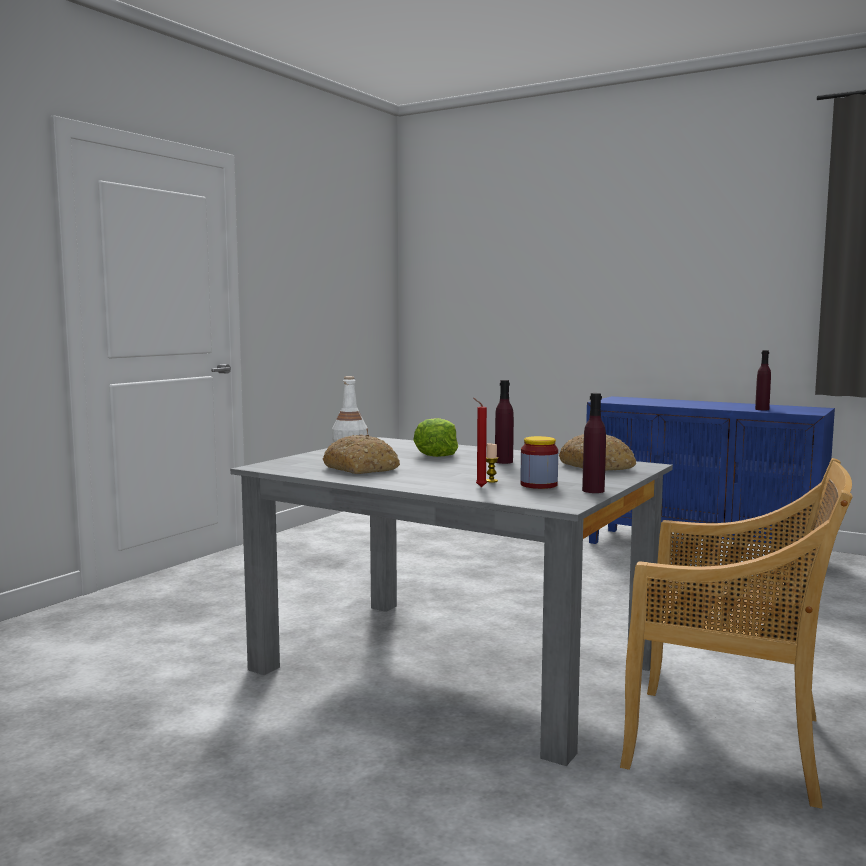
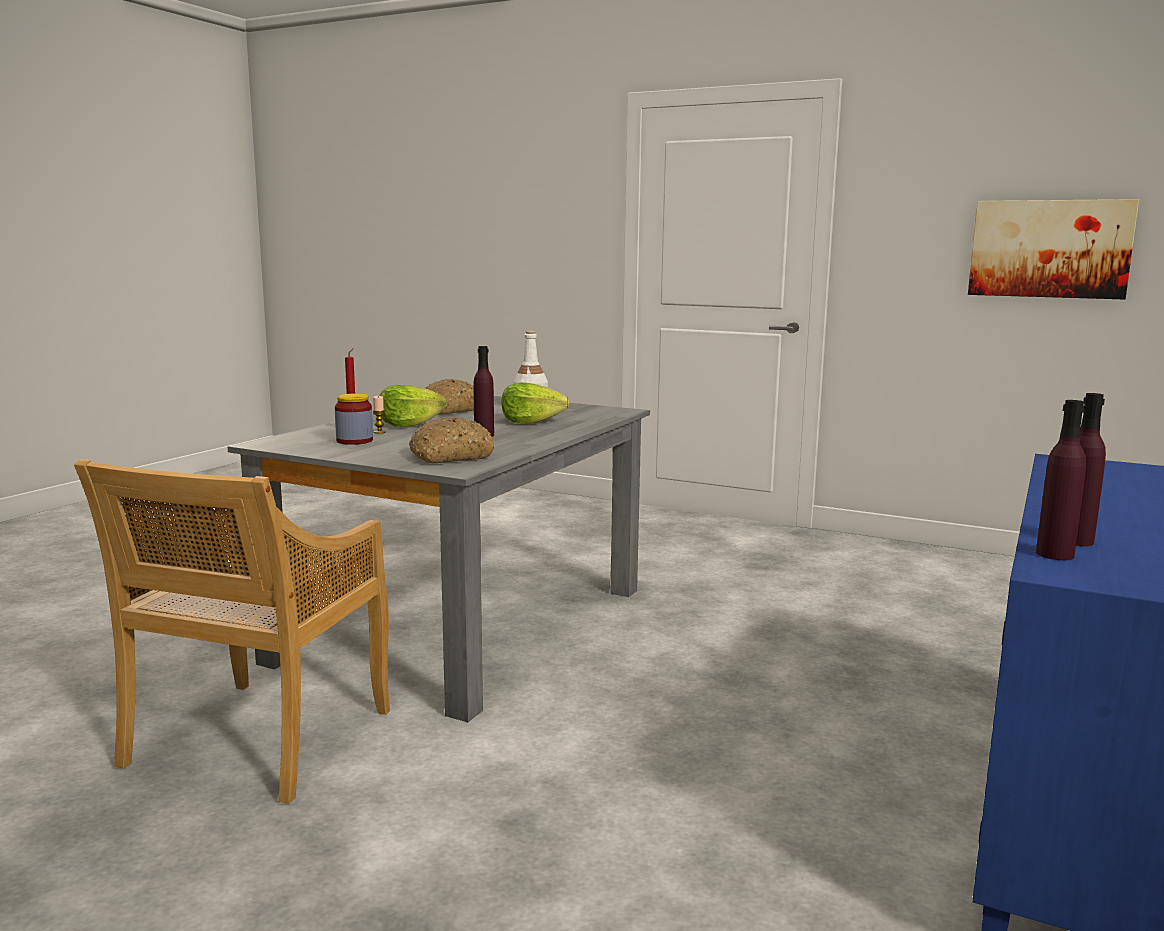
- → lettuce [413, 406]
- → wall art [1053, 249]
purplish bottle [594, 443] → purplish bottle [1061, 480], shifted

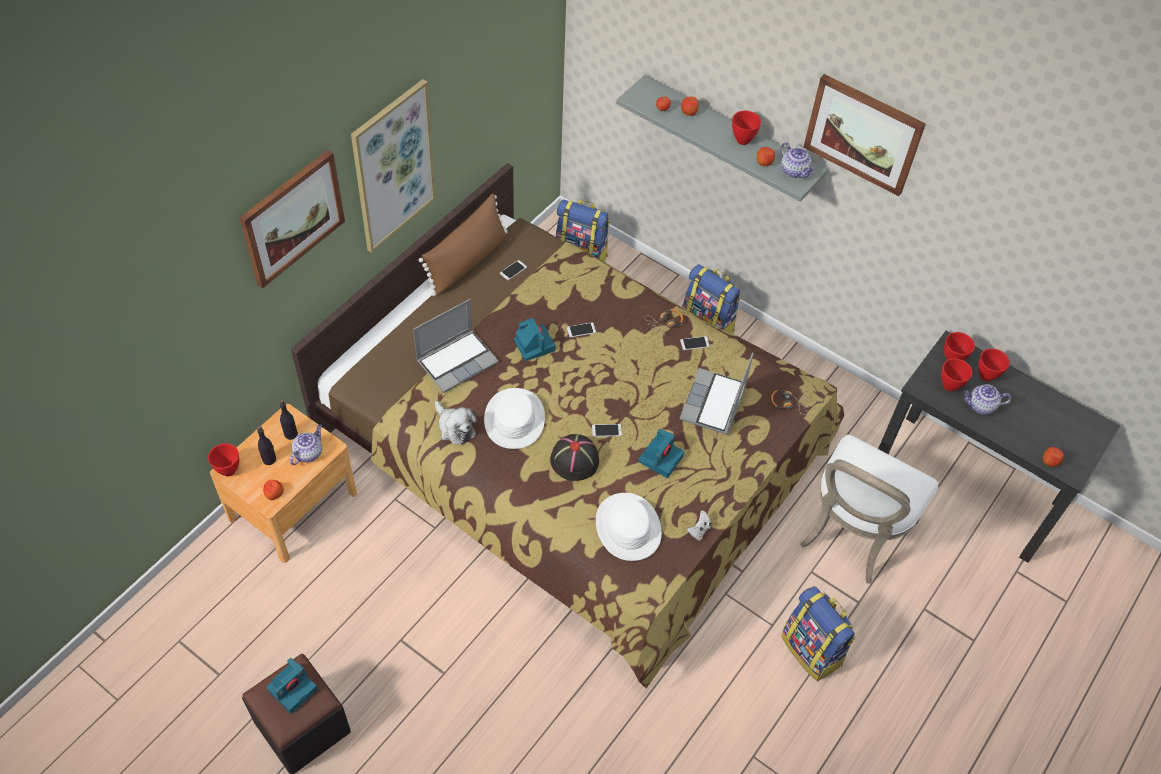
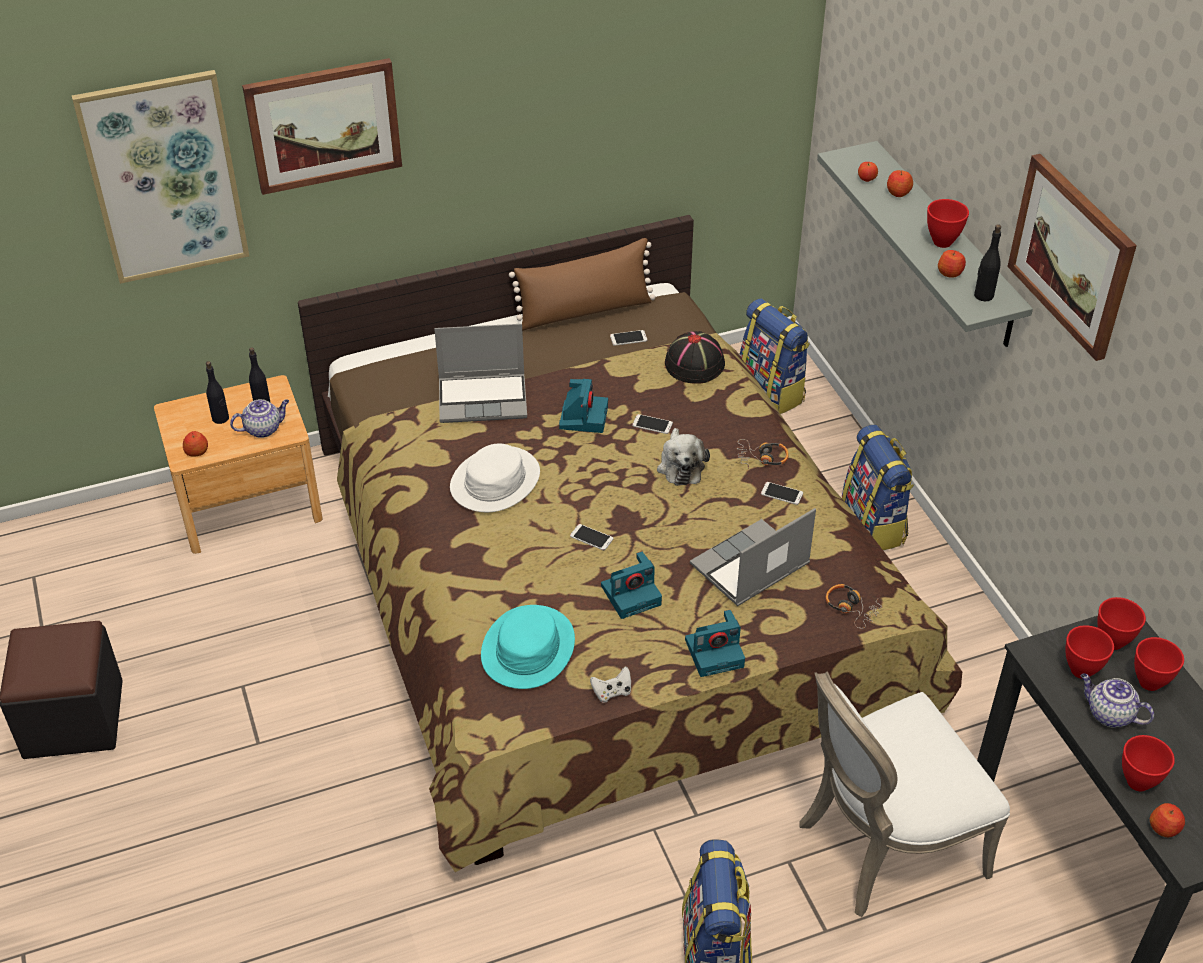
wall art [393, 166] → wall art [160, 177], shifted
whitish hat [629, 527] → turquoise hat [528, 647]
cuddly toy [455, 423] → cuddly toy [683, 457], shifted
blackish hat [574, 457] → blackish hat [695, 357], shifted
photo camera [292, 686] → photo camera [715, 643], shifted
teapot [797, 160] → blackish bottle [987, 263]
red bowl [223, 459] → red bowl [1148, 763], shifted

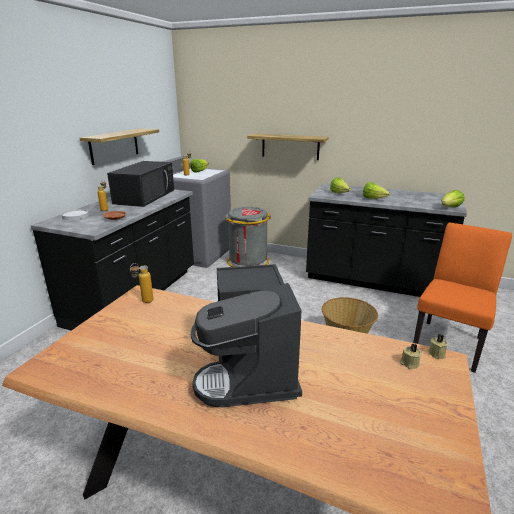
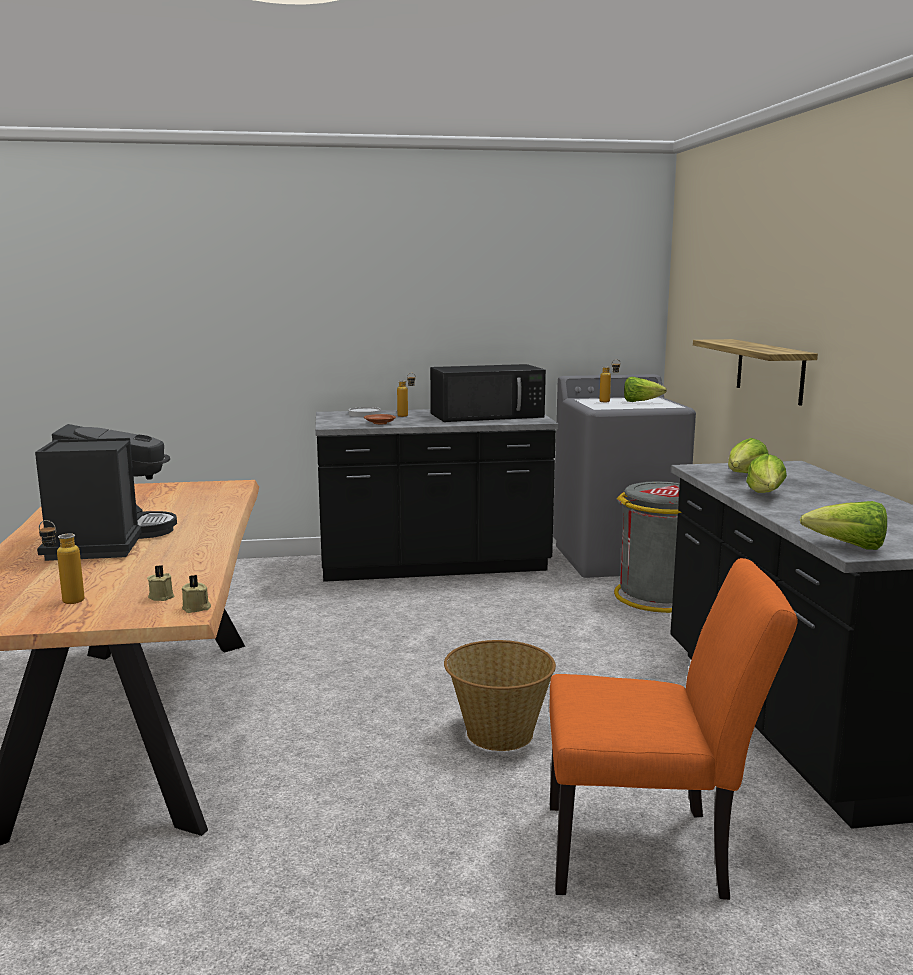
coffee machine [246, 336] → coffee machine [106, 492], 120 degrees clockwise
bottle [141, 283] → bottle [62, 562], shifted
wall shelf [119, 146] → -

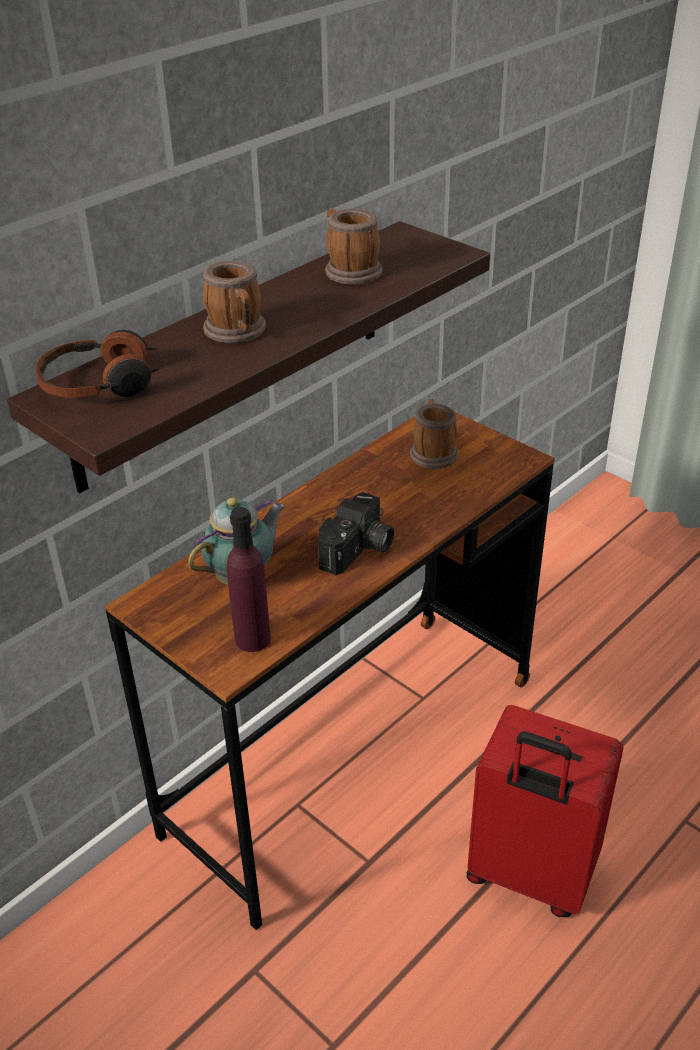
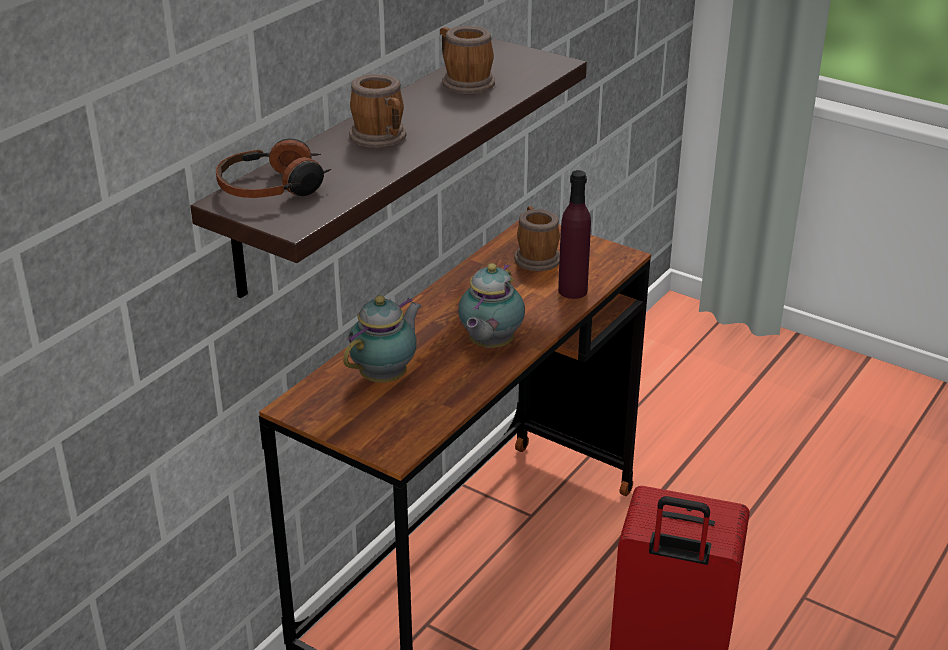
photo camera [356, 533] → teapot [491, 306]
purplish bottle [249, 579] → purplish bottle [574, 234], shifted

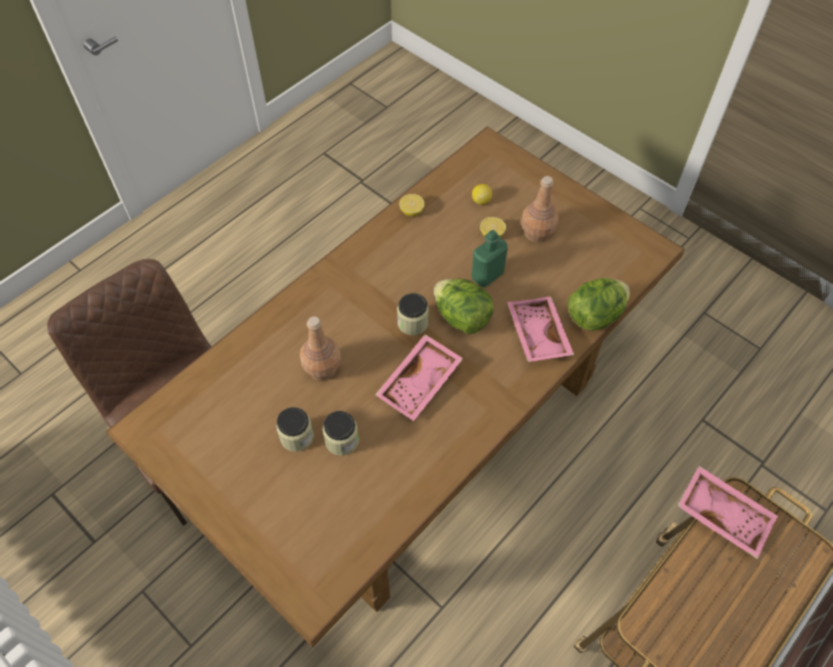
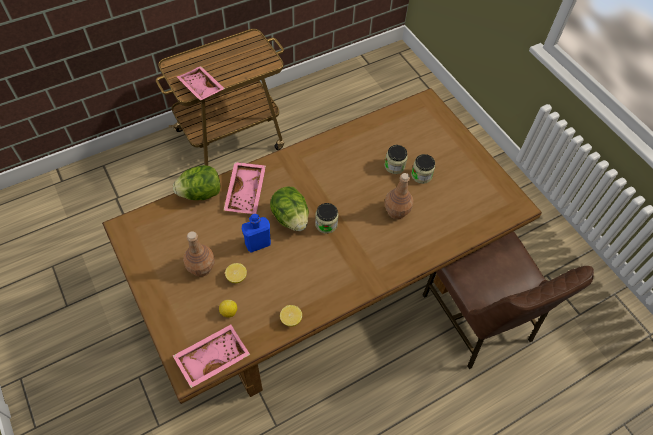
pinkish carrying tray [419, 377] → pinkish carrying tray [211, 356], shifted
greenish bottle [489, 258] → blue bottle [256, 233]

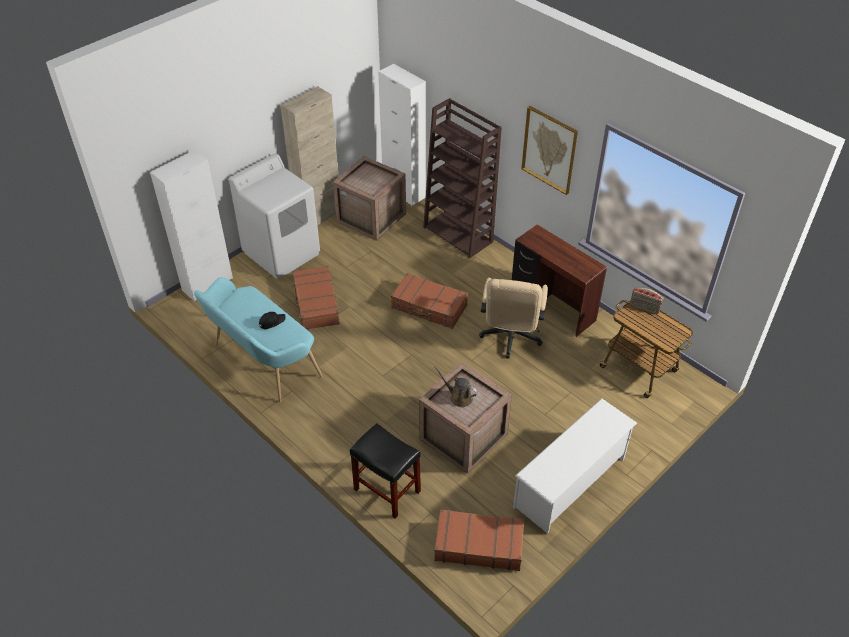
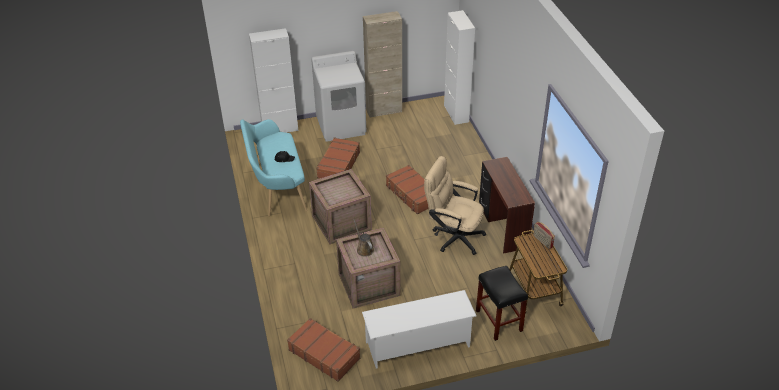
crate [369, 198] → crate [340, 206], shifted
beige-coloured computer chair [513, 318] → beige-coloured computer chair [455, 205], 75 degrees clockwise
blackish sitting stool [385, 471] → blackish sitting stool [502, 303], shifted
brown bookcase [462, 178] → -
wall art [549, 150] → -

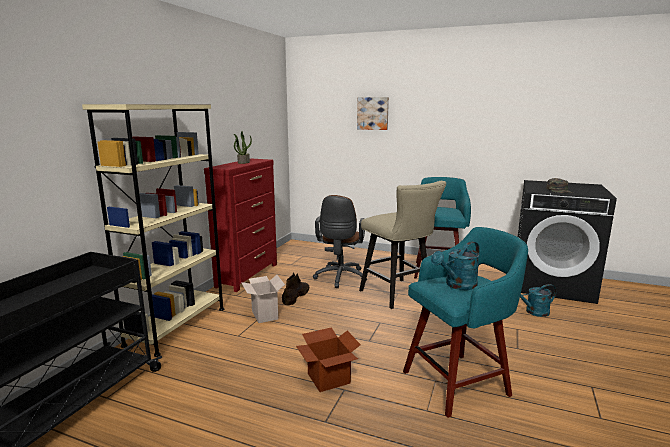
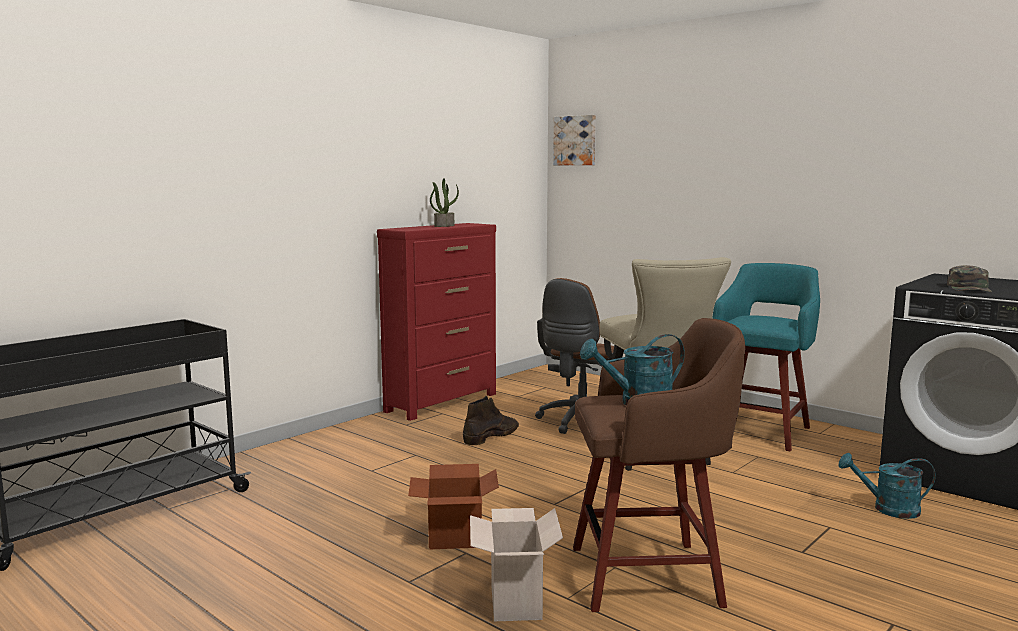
carton [263, 299] → carton [516, 564], shifted
wall art [373, 113] → wall art [574, 140], shifted
turquoise sitting stool [465, 322] → brown sitting stool [659, 465]
beige-coloured bookcase [153, 230] → -

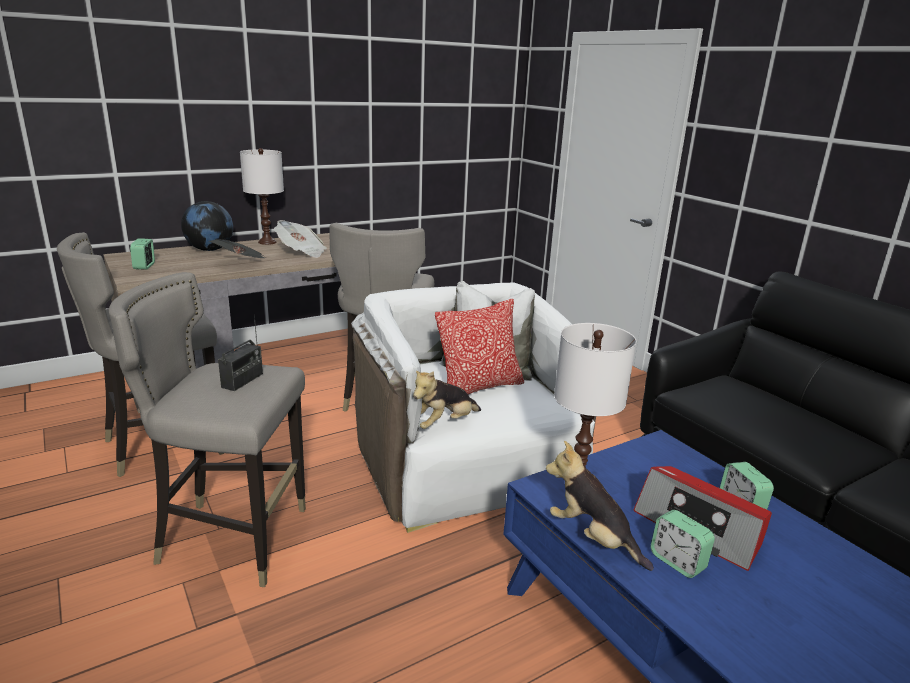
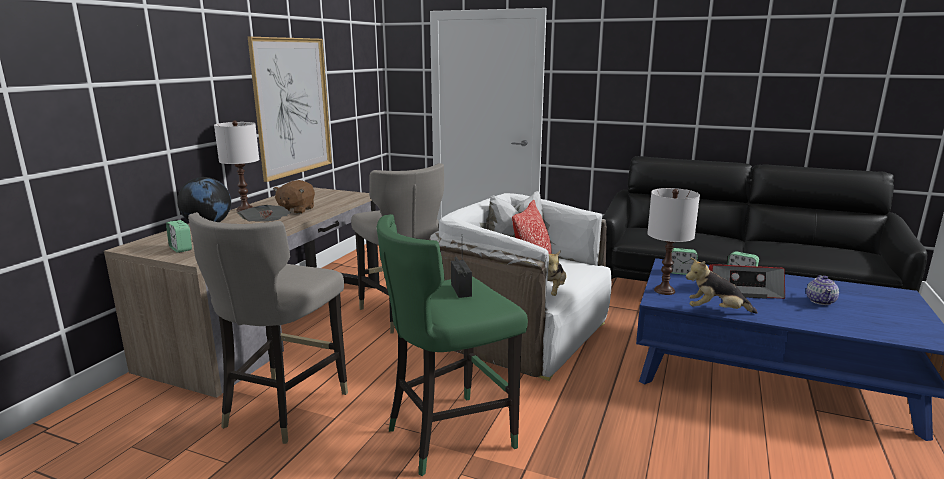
- → wall art [290, 109]
daily paper [300, 239] → brown cuddly toy [294, 197]
greyish sitting stool [207, 429] → greenish sitting stool [452, 345]
bedside clock [682, 544] → bedside clock [684, 261], shifted
- → teapot [822, 290]

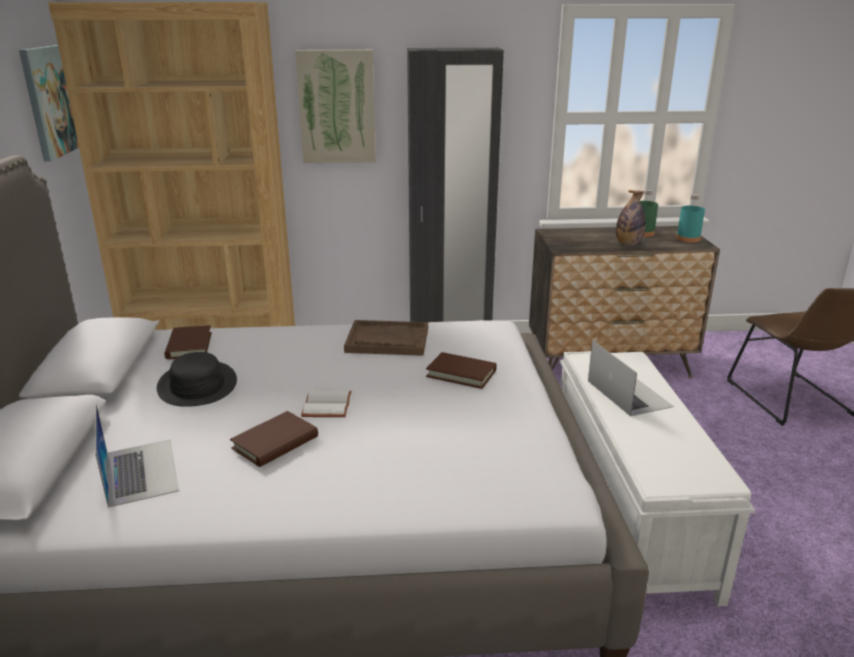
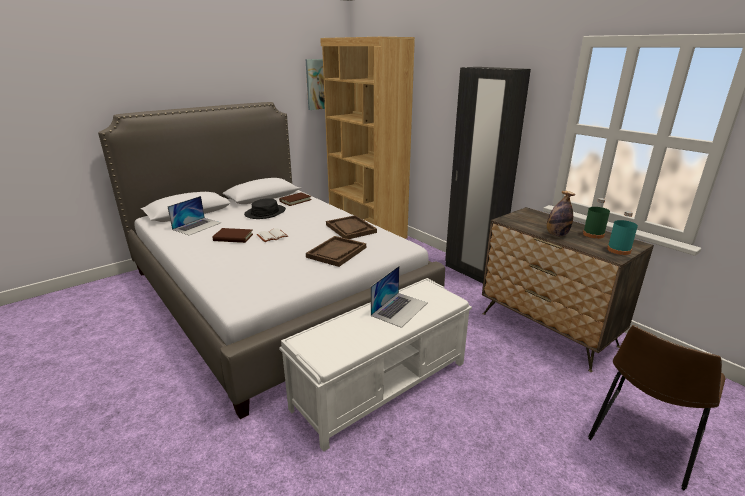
brown book [461, 370] → brown carrying tray [336, 251]
wall art [335, 106] → -

